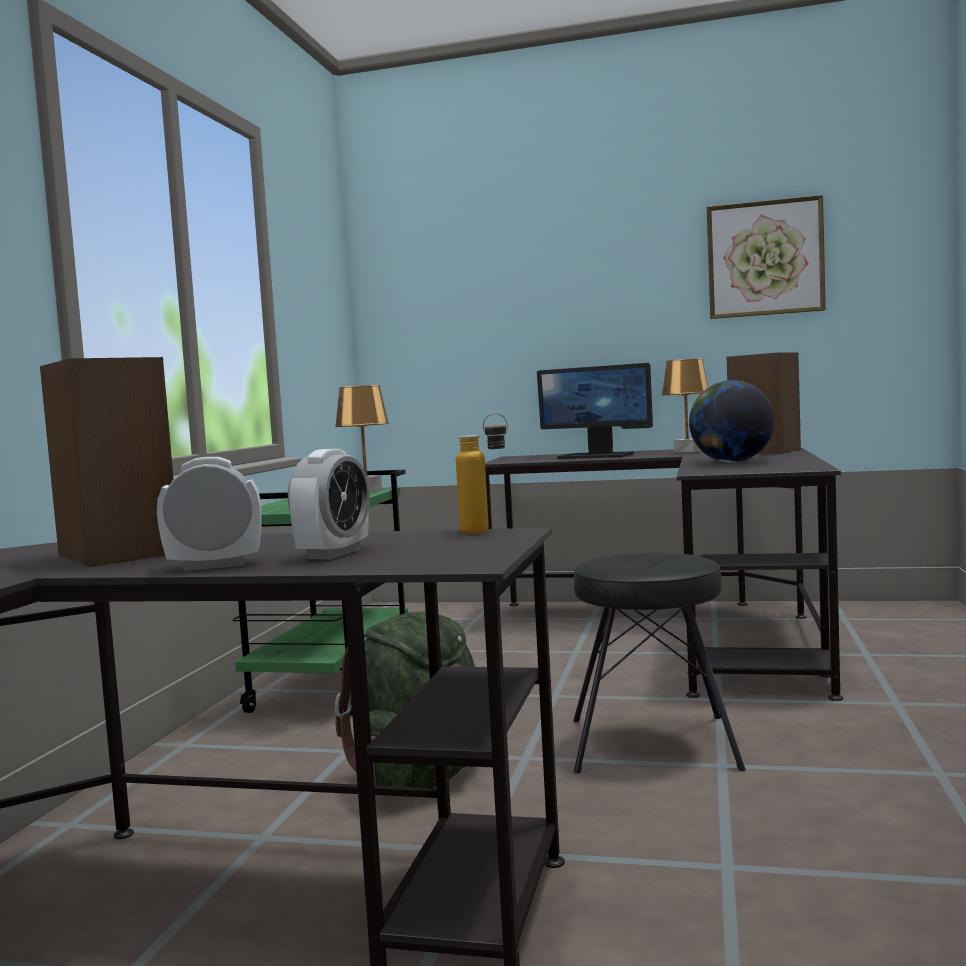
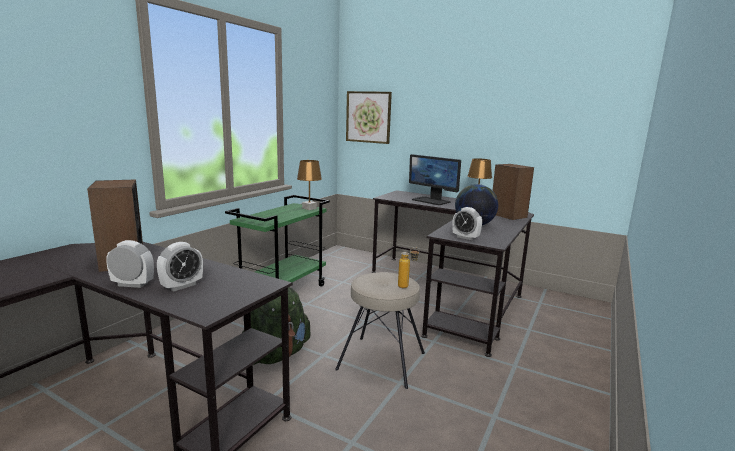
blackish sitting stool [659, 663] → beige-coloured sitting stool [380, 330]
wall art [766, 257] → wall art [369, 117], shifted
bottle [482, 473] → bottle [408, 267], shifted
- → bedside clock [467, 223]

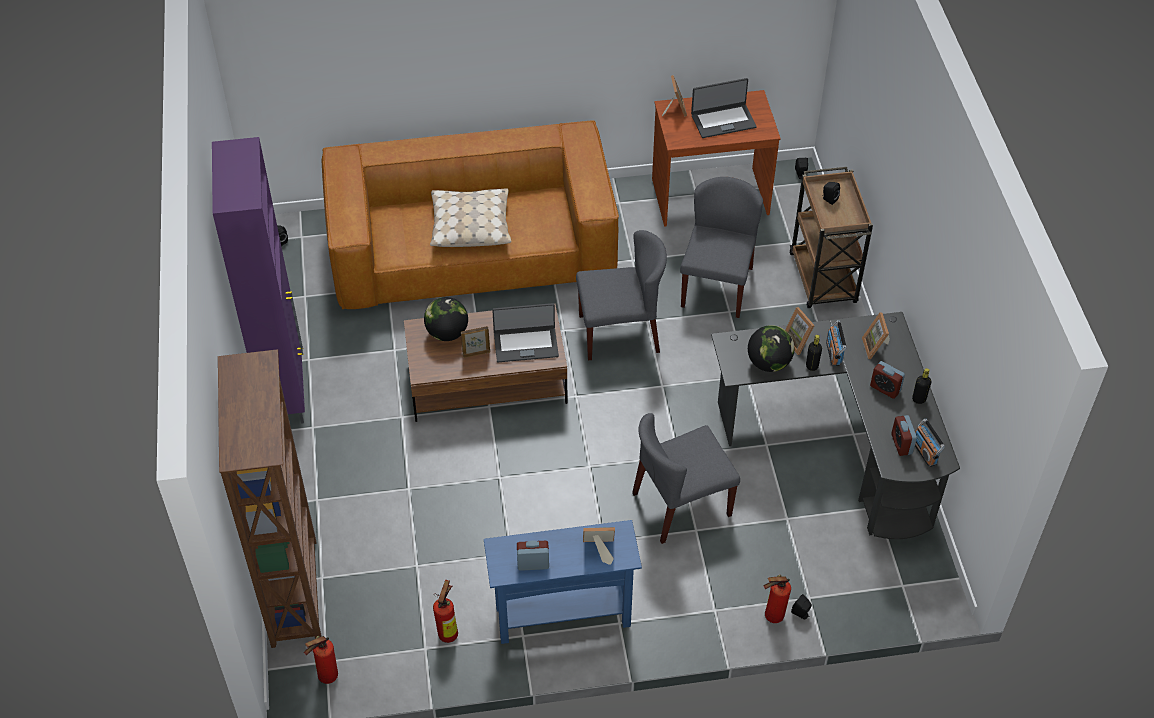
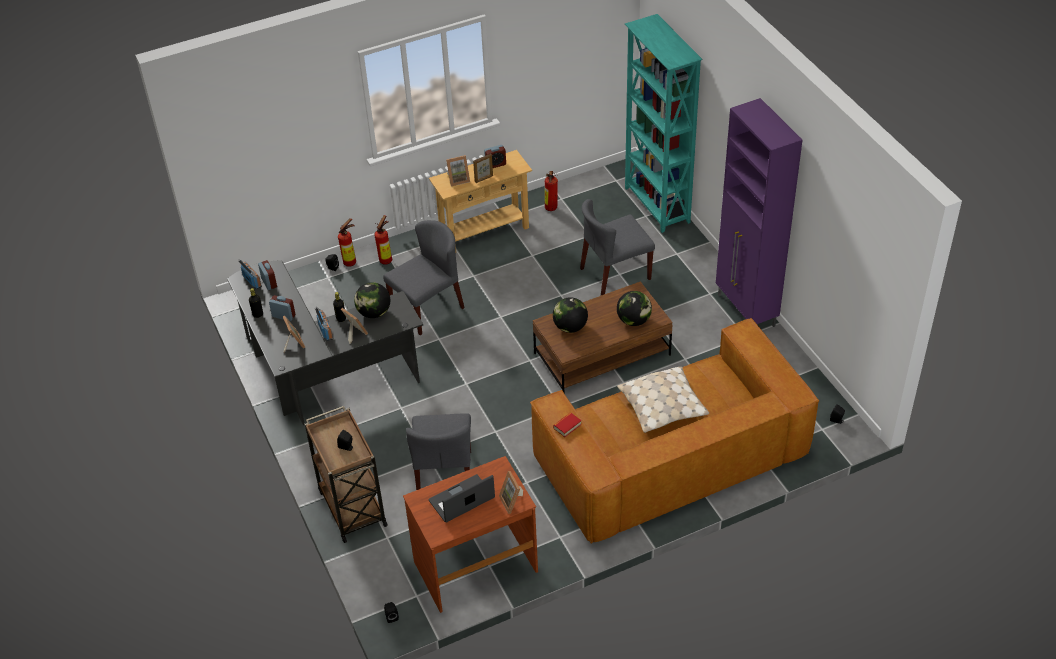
fire extinguisher [321, 660] → fire extinguisher [383, 240], shifted
blue console table [563, 582] → beige-coloured console table [480, 197]
standing frame [475, 342] → standing frame [483, 168], shifted
notebook computer [525, 332] → globe [570, 315]
- → book [567, 425]
greyish chair [621, 295] → greyish chair [617, 247], shifted
brown bookcase [270, 498] → turquoise bookcase [664, 123]

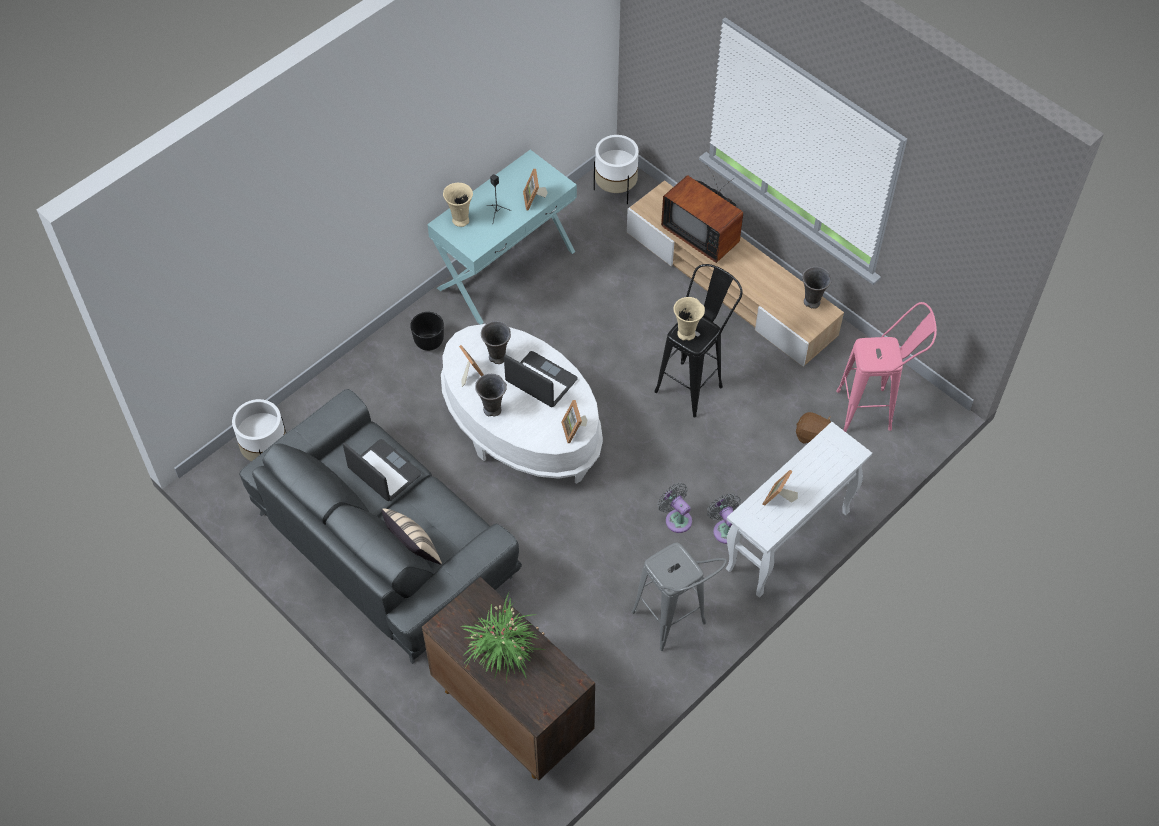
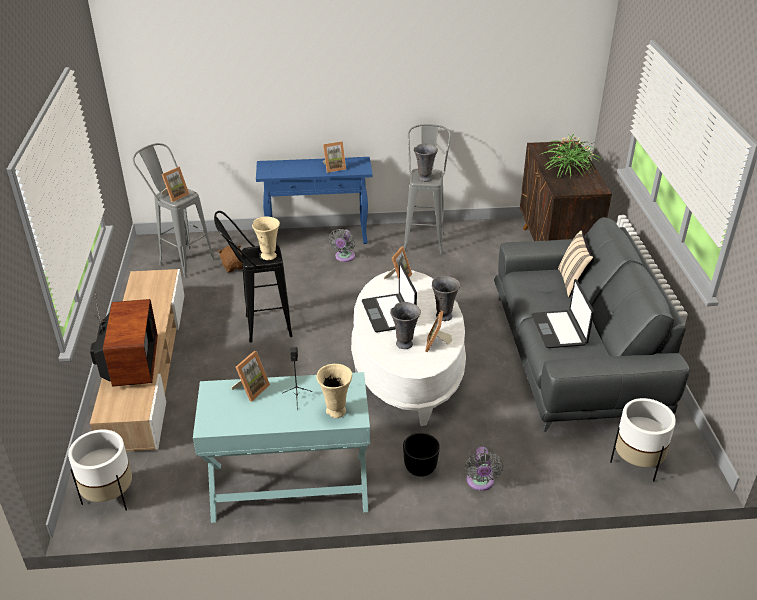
pinkish sitting stool [886, 367] → greyish sitting stool [174, 210]
- → standing frame [175, 184]
whitish console table [799, 510] → blue console table [314, 200]
greyish flower vase [816, 288] → greyish flower vase [426, 163], shifted
greyish electric fan [675, 508] → greyish electric fan [483, 469], shifted

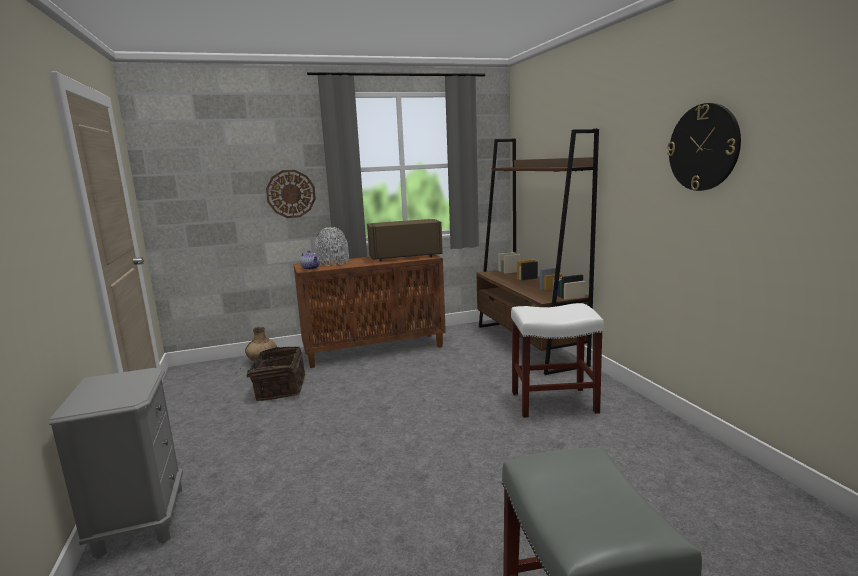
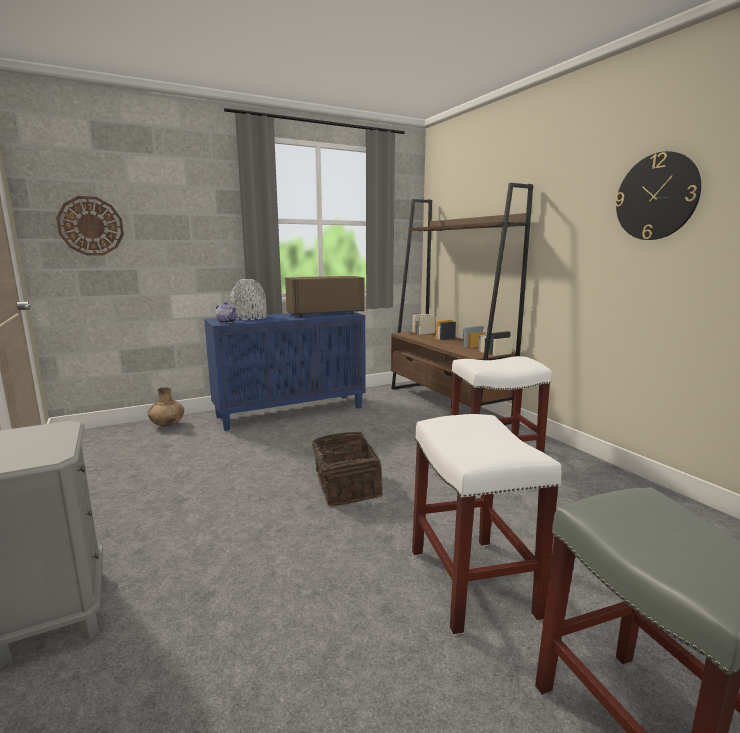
hanging clock [291, 194] → hanging clock [90, 226], shifted
brown cabinet [370, 311] → blue cabinet [284, 371]
storage basket [270, 374] → storage basket [347, 469], shifted
- → whitish sitting stool [487, 524]

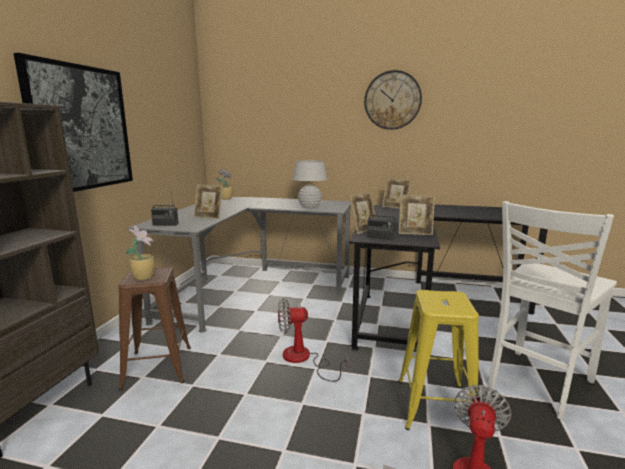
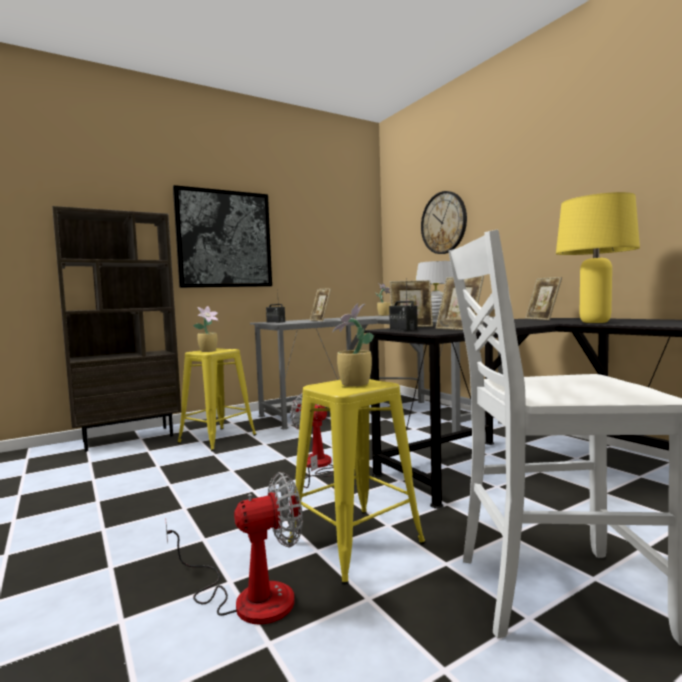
brown sitting stool [154, 328] → yellow sitting stool [217, 399]
- → houseplant [353, 344]
hanging clock [393, 100] → hanging clock [444, 222], shifted
- → yellow table lamp [598, 257]

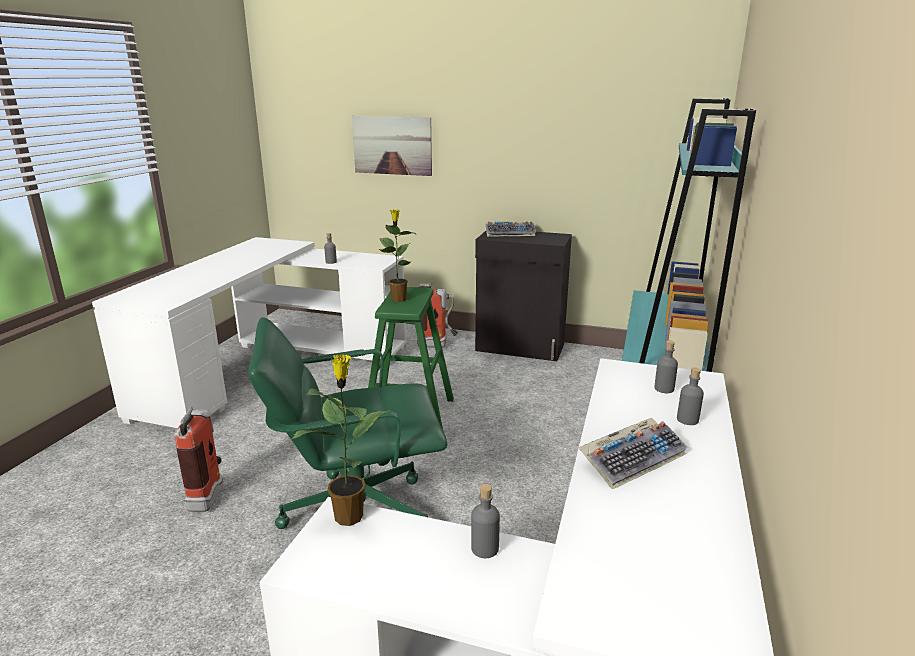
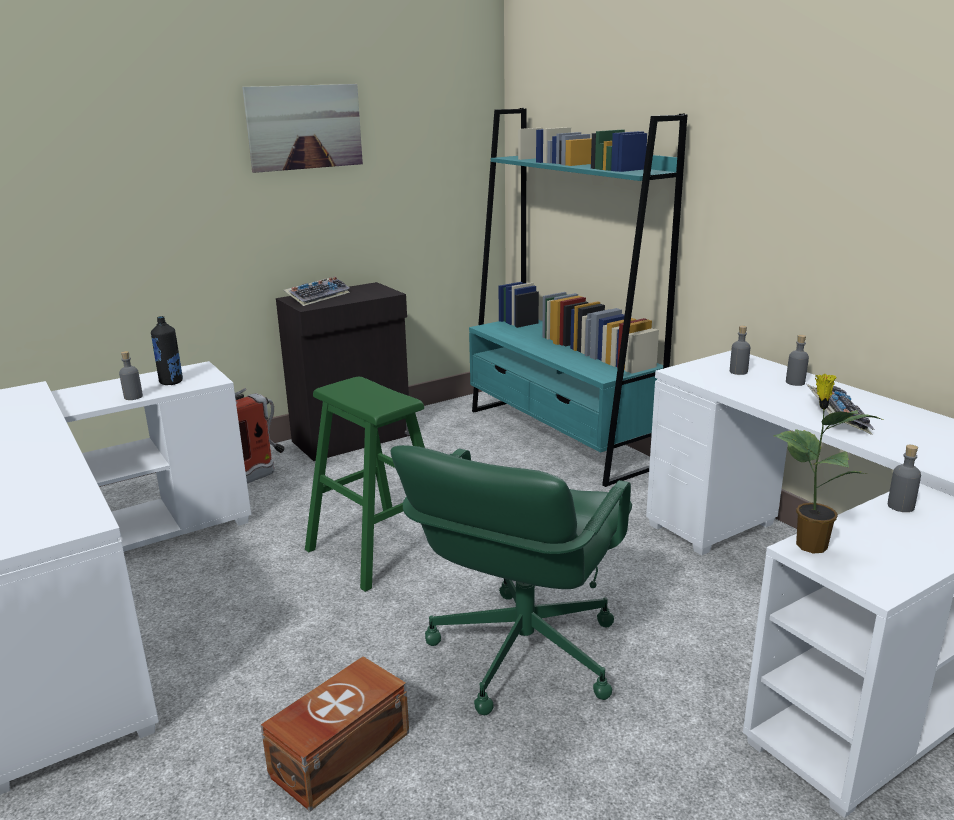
- → blackish bottle [167, 350]
wall art [392, 146] → wall art [302, 128], shifted
fire extinguisher [199, 459] → brown storage box [335, 733]
houseplant [397, 255] → -

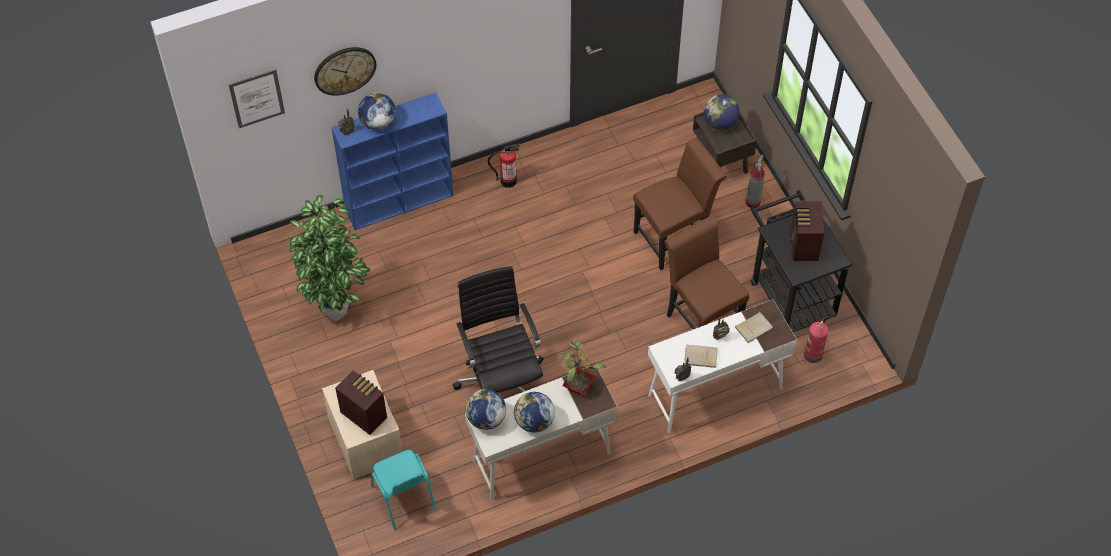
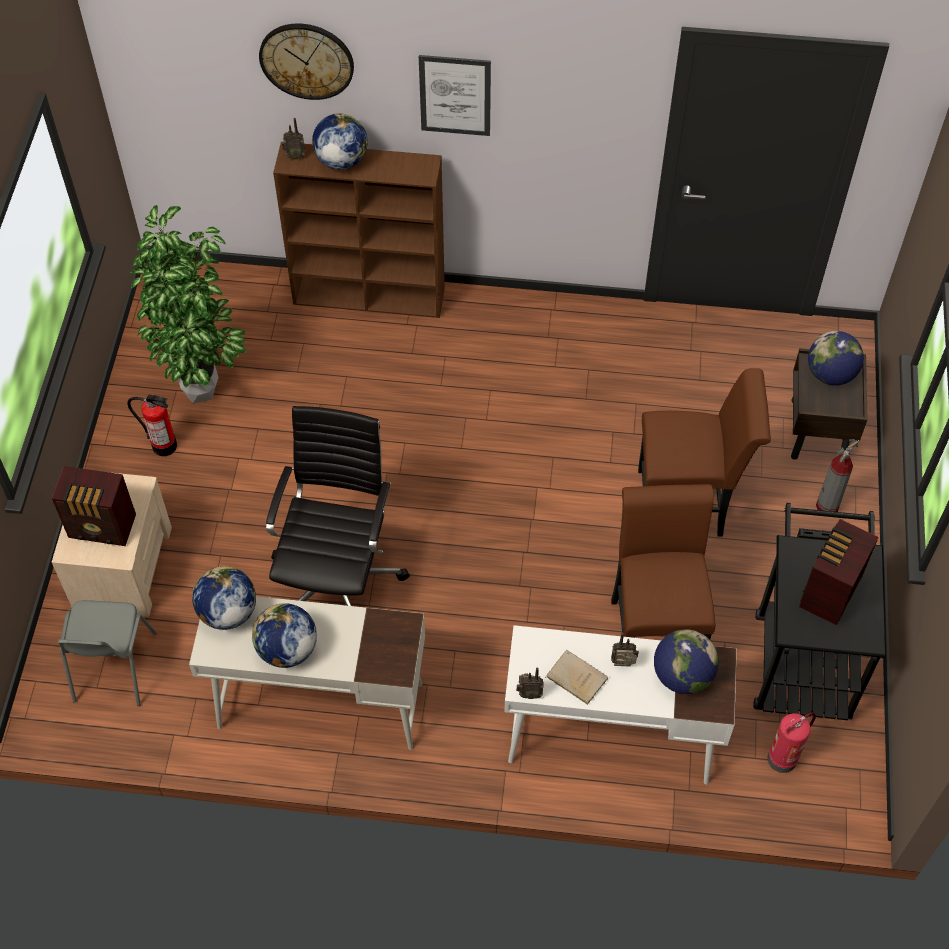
radio [361, 402] → radio [94, 506], 120 degrees clockwise
turquoise chair [404, 490] → greyish chair [107, 653]
fire extinguisher [504, 165] → fire extinguisher [152, 425], shifted
blue bookcase [392, 161] → brown bookcase [359, 231]
wall art [256, 98] → wall art [455, 95], shifted
beige-coloured book [754, 327] → globe [686, 661]
houseplant [582, 367] → -

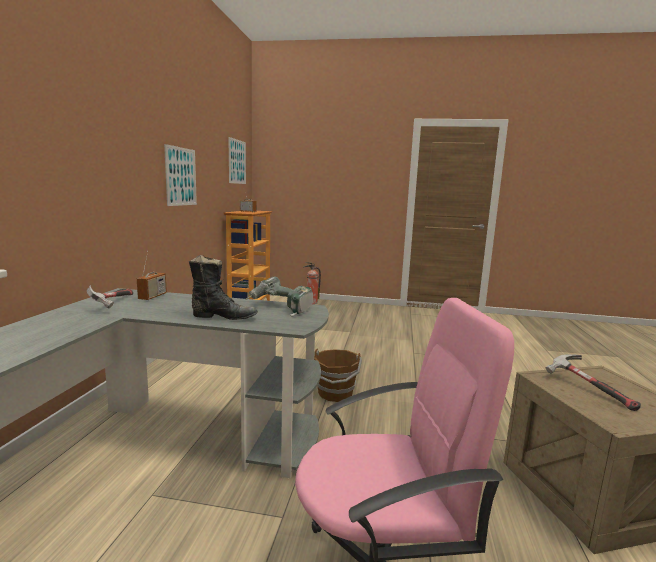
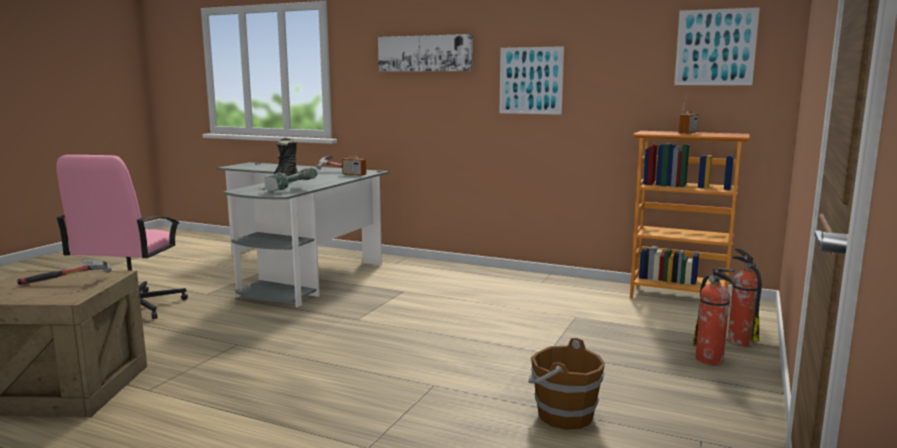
- → wall art [425, 53]
brown pail [338, 375] → brown pail [566, 384], shifted
- → fire extinguisher [714, 316]

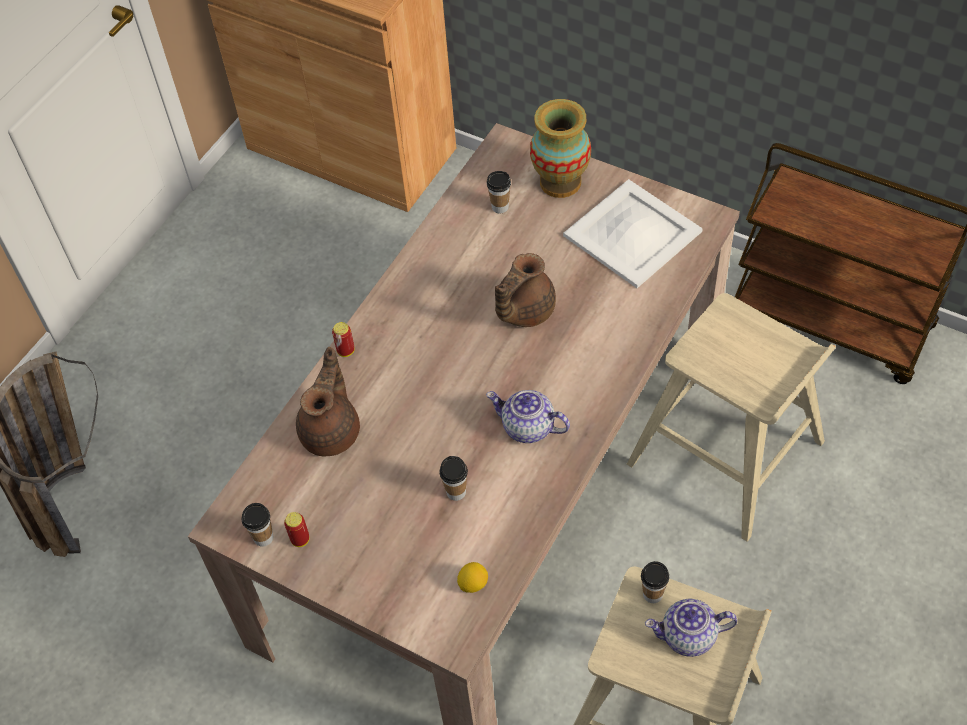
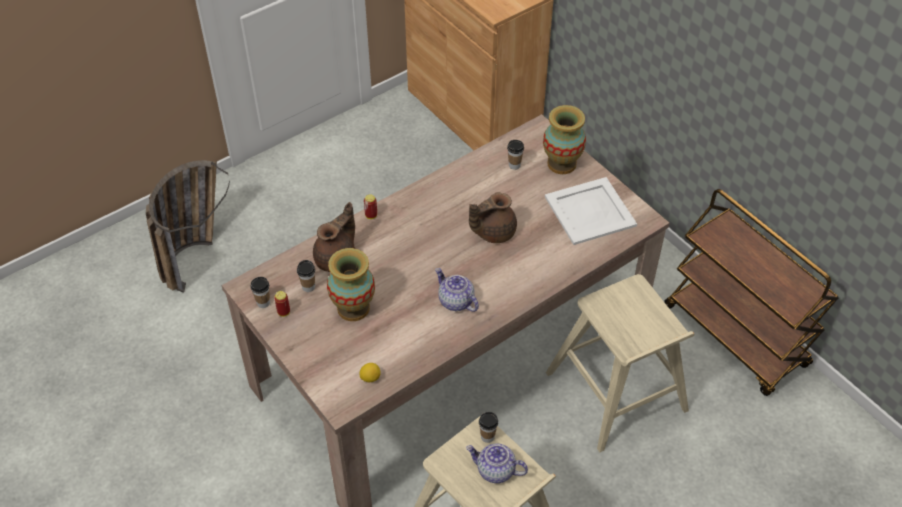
small cup [454, 478] → small cup [306, 276], shifted
- → flower vase [351, 284]

